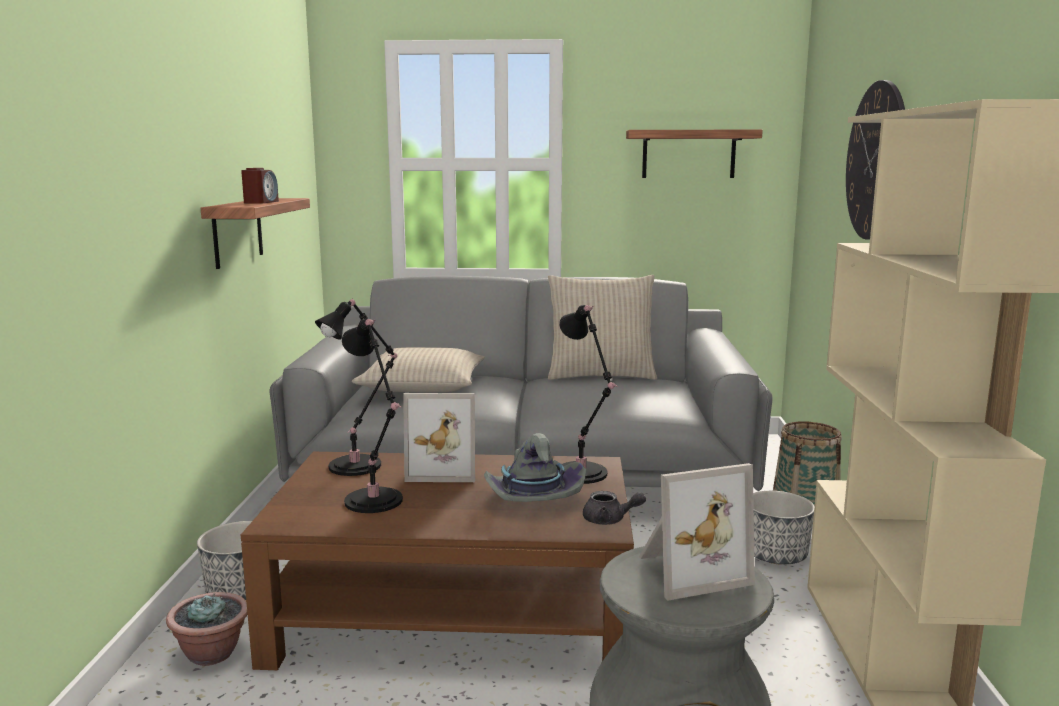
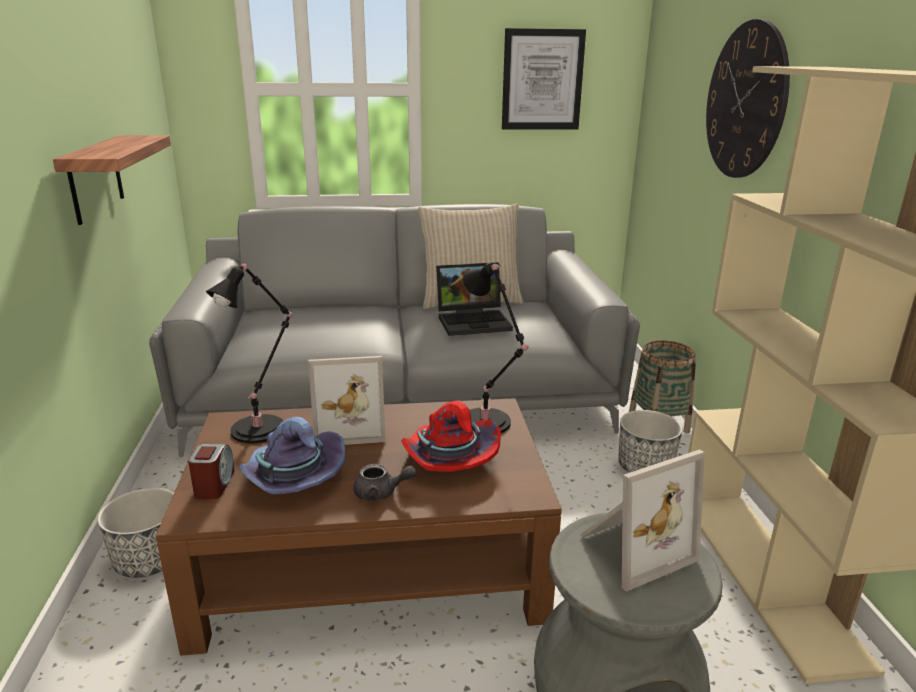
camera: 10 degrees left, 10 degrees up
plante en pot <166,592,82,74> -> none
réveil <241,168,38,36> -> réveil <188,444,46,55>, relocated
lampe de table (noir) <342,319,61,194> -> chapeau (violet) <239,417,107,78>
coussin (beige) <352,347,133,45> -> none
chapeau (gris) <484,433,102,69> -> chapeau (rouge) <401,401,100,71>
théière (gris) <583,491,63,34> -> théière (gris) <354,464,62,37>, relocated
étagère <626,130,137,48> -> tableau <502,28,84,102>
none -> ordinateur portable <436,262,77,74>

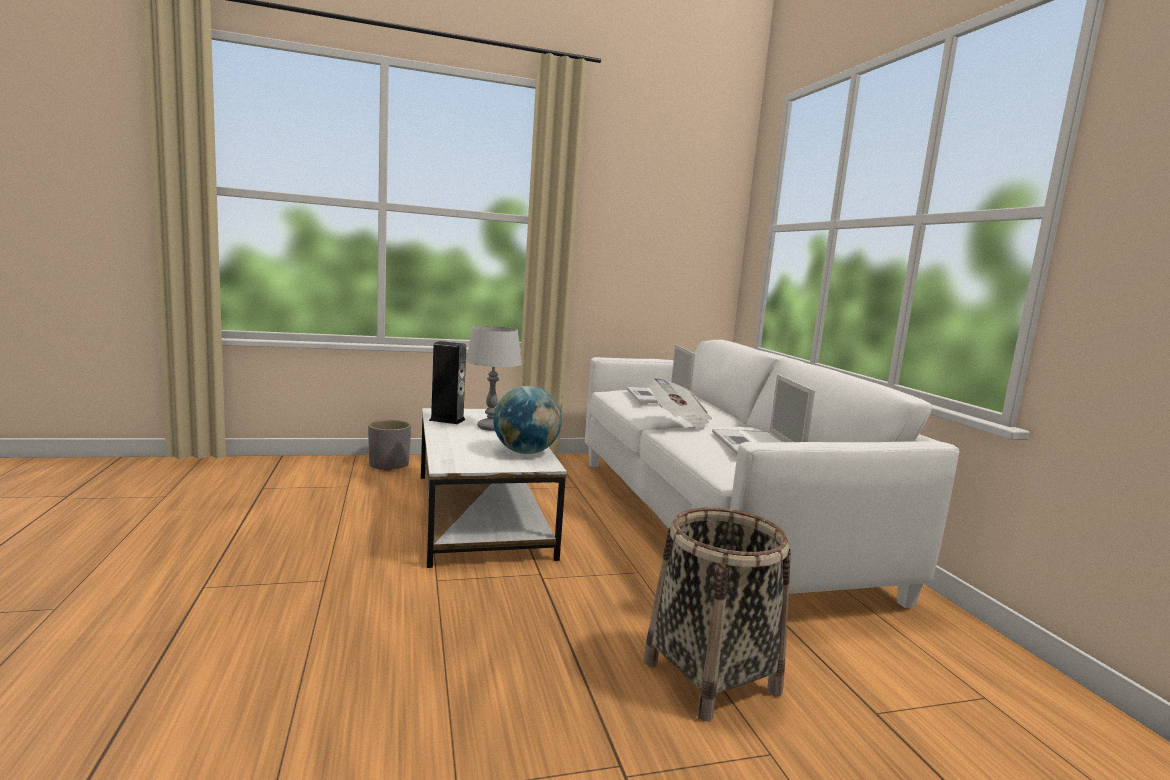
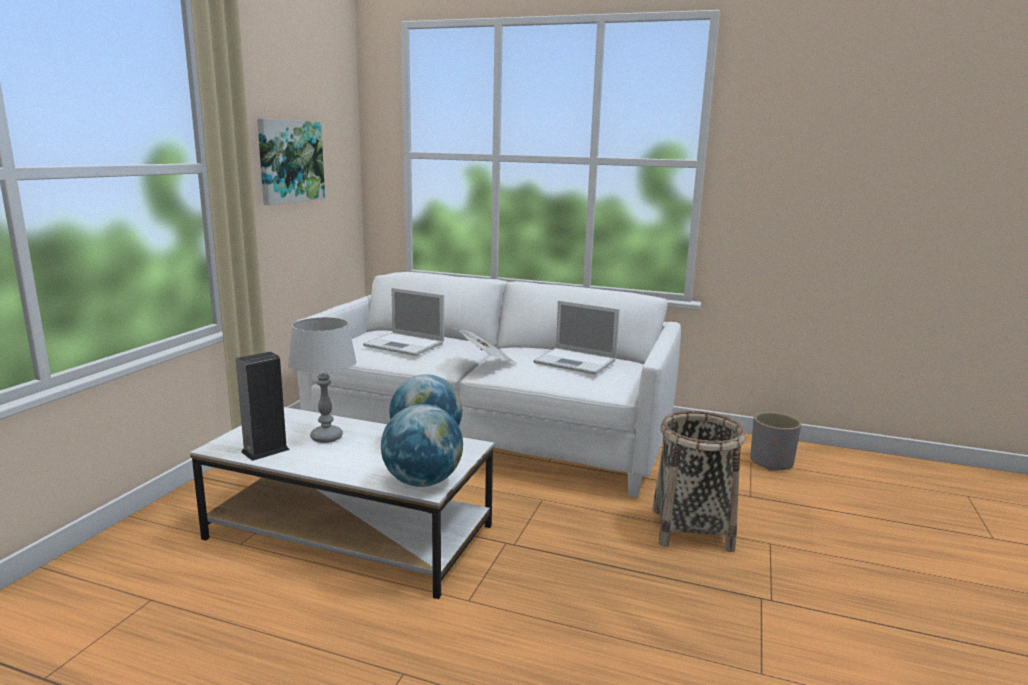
camera: 55 degrees left, 5 degrees up
cache-pot (gris) <368,419,43,53> -> cache-pot (gris) <750,412,52,59>, relocated
none -> tableau <257,118,68,87>
none -> globe <381,404,82,83>

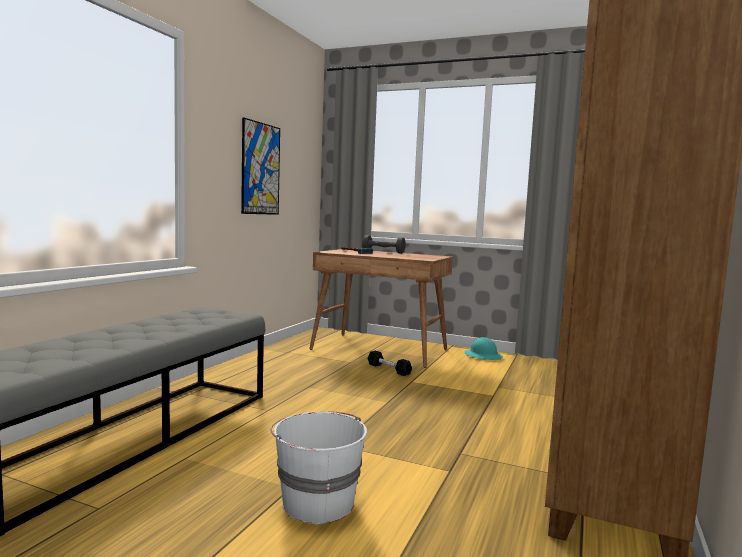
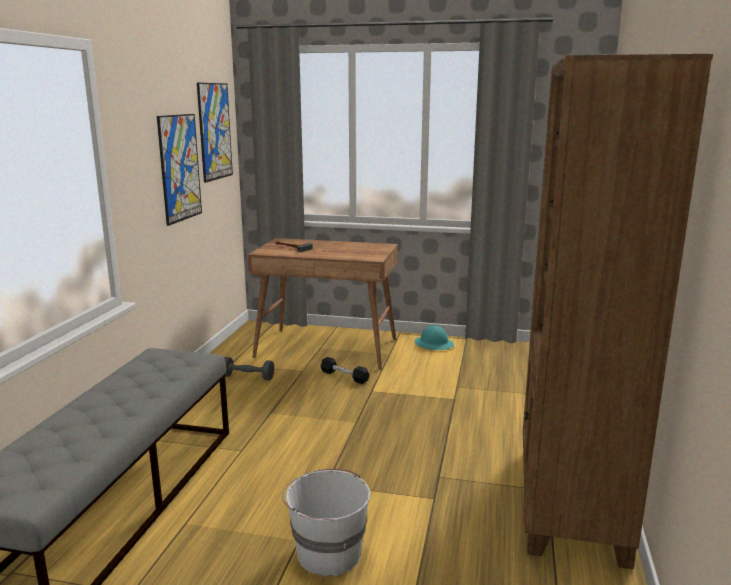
camera: 10 degrees left, 10 degrees up
haltère (gris) <362,235,44,19> -> haltère (gris) <224,357,50,23>, relocated
none -> tableau <197,83,36,100>

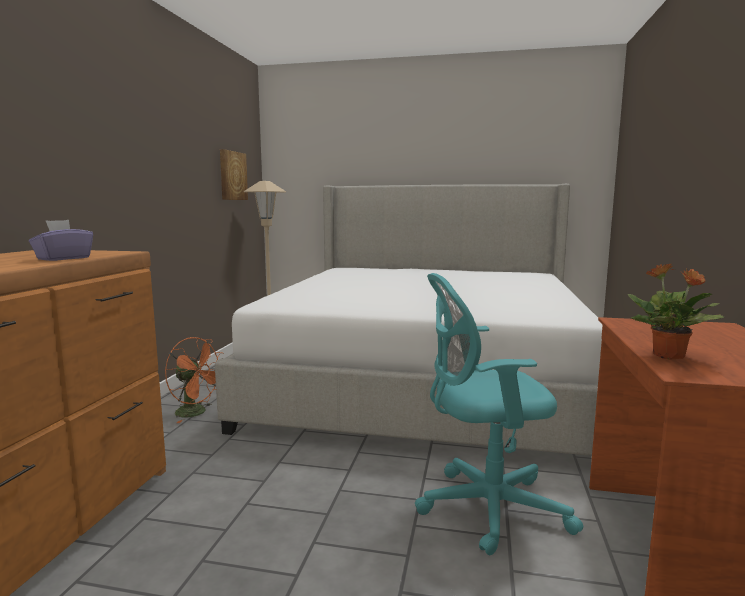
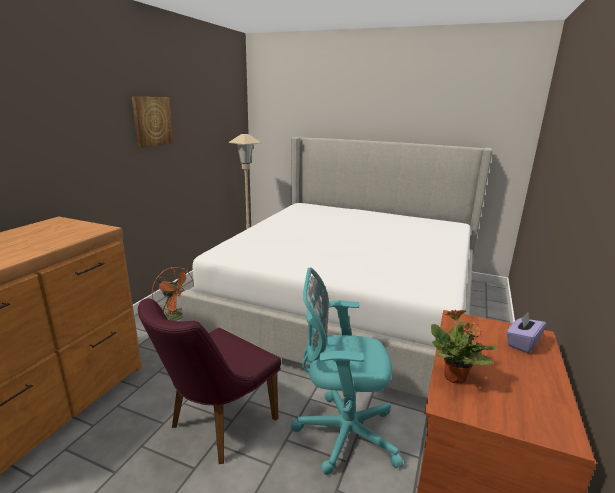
camera: 10 degrees right, 10 degrees up
boîte à mouchoirs (violet) <29,220,64,41> -> boîte à mouchoirs (violet) <506,312,40,41>, relocated
tableau <220,149,28,51> -> tableau <132,97,41,50>, relocated
none -> chaise (violet) <138,298,143,166>

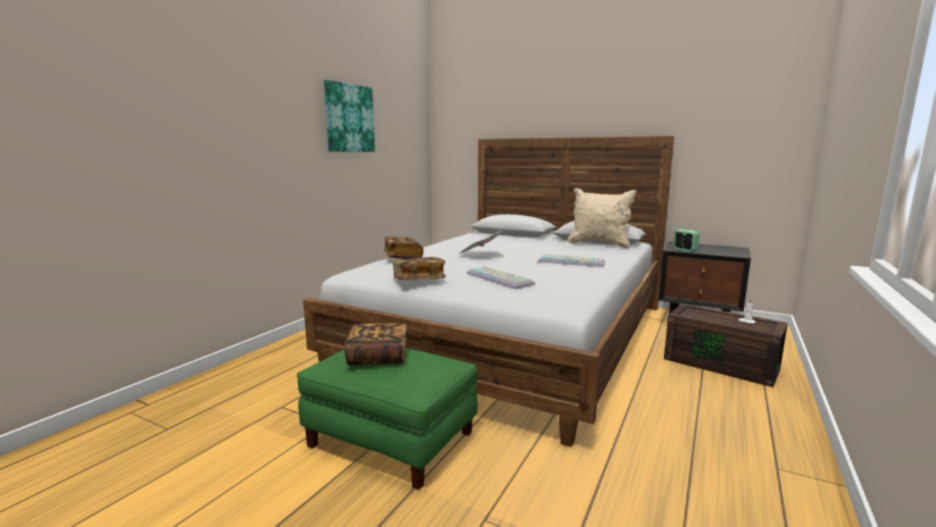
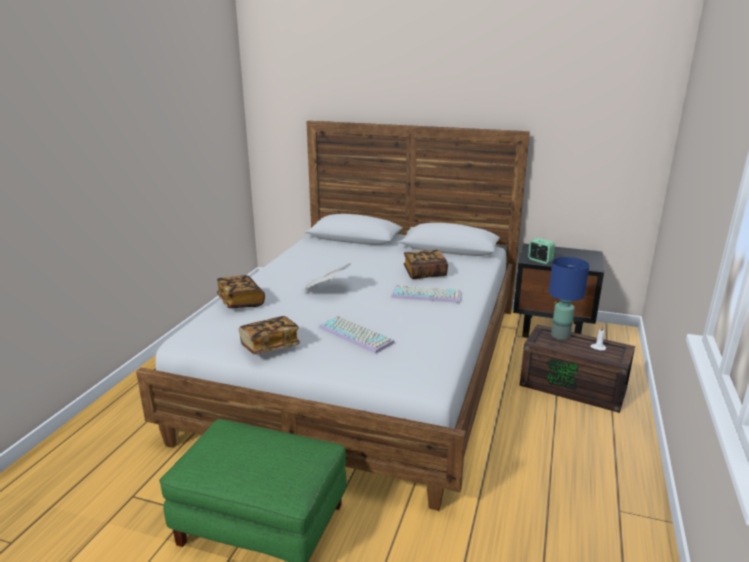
camera: 10 degrees left, 10 degrees up
tableau <324,80,51,72> -> none
livre <344,323,64,42> -> livre <404,250,44,29>, relocated
coussin (beige) <567,188,69,61> -> none
none -> lampe de table (bleu) <549,257,40,83>

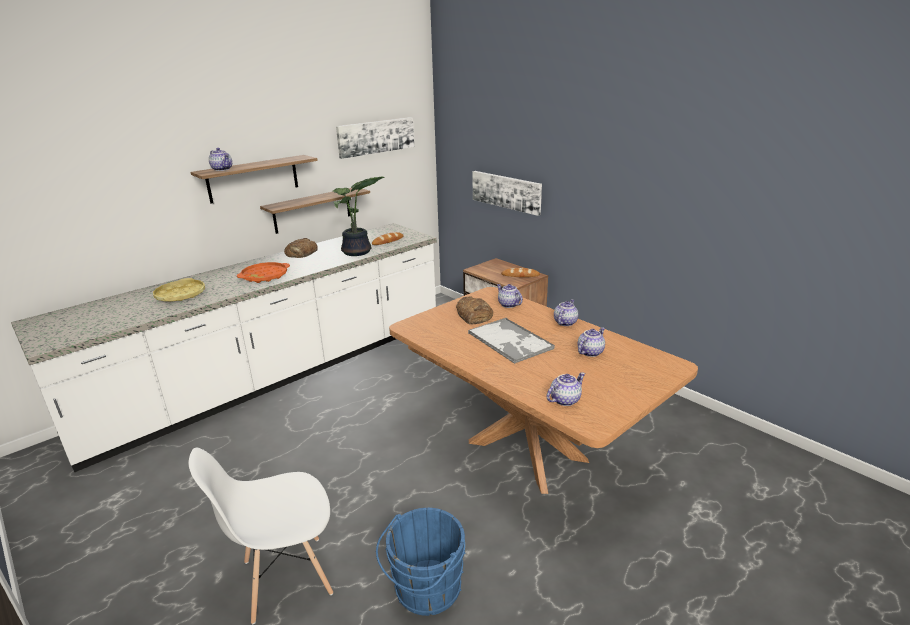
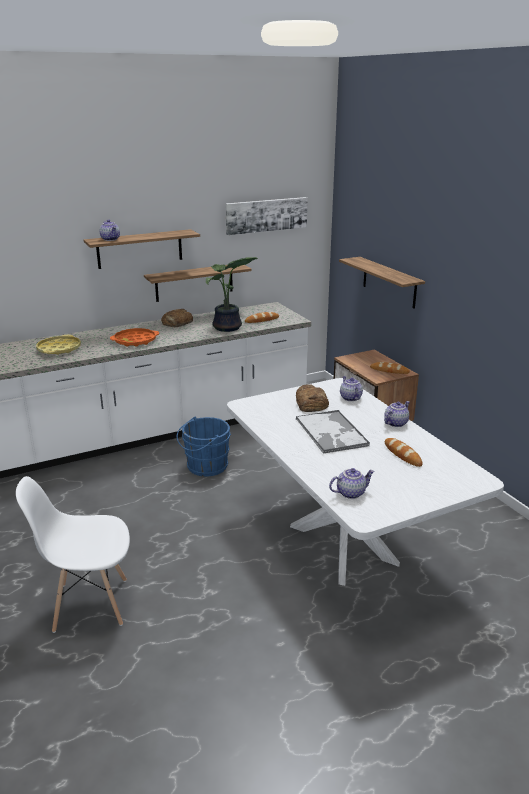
camera: 15 degrees right, 0 degrees up
seau (bleu) <376,508,89,108> -> seau (bleu) <177,416,54,61>, relocated
table à manger (marron) <389,287,309,207> -> table à manger (blanc) <227,378,277,208>
tableau <472,171,70,45> -> étagère <339,257,86,51>
théière <578,327,27,30> -> pain <385,438,38,29>

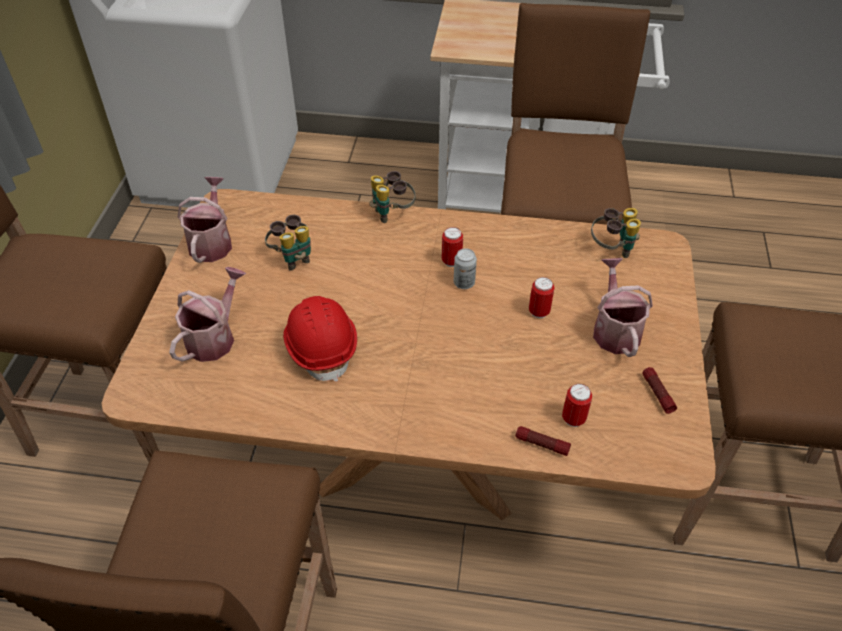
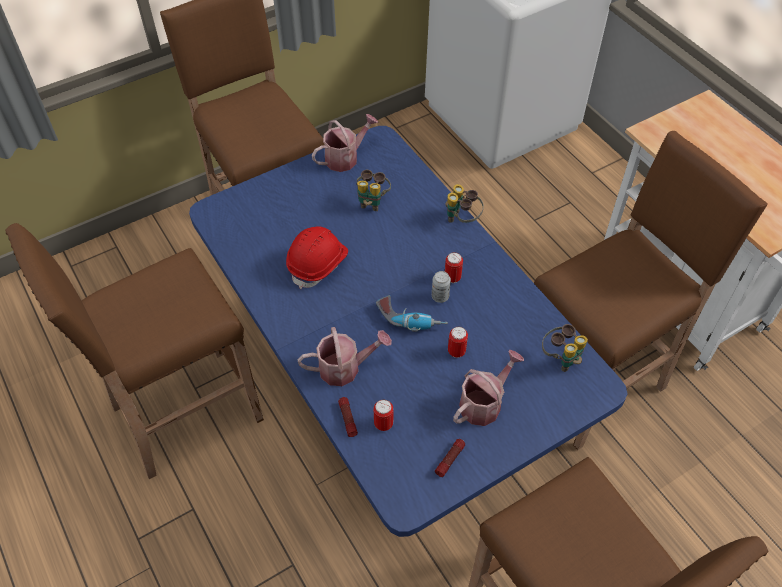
camera: 50 degrees right, 5 degrees up
table à manger (marron) <101,189,615,331> -> table à manger (bleu) <189,126,439,411>
arrosoir <169,267,77,95> -> arrosoir <297,327,95,59>, relocated
none -> perceuse <376,295,72,37>

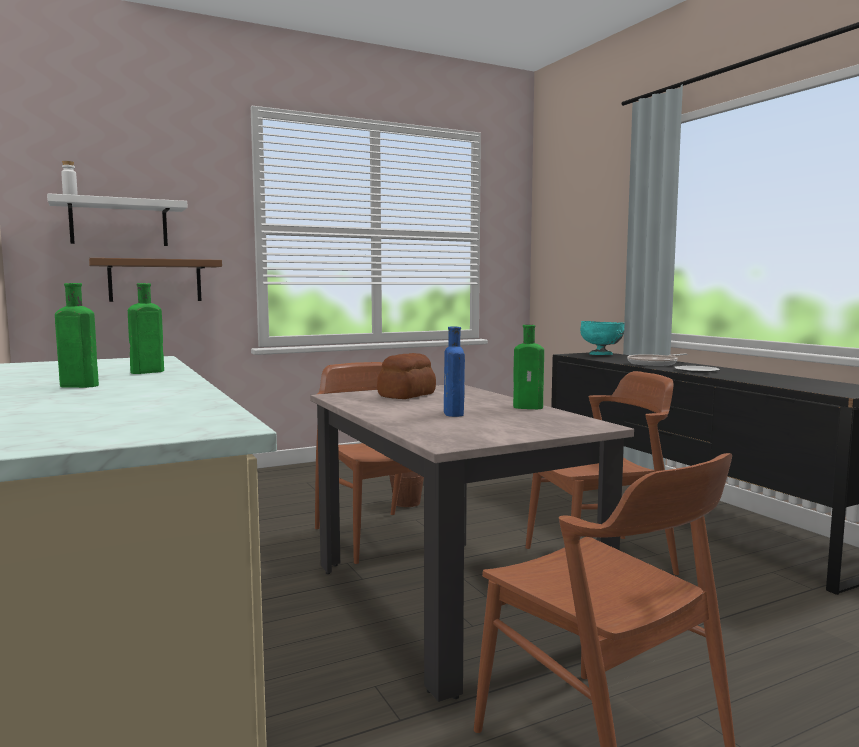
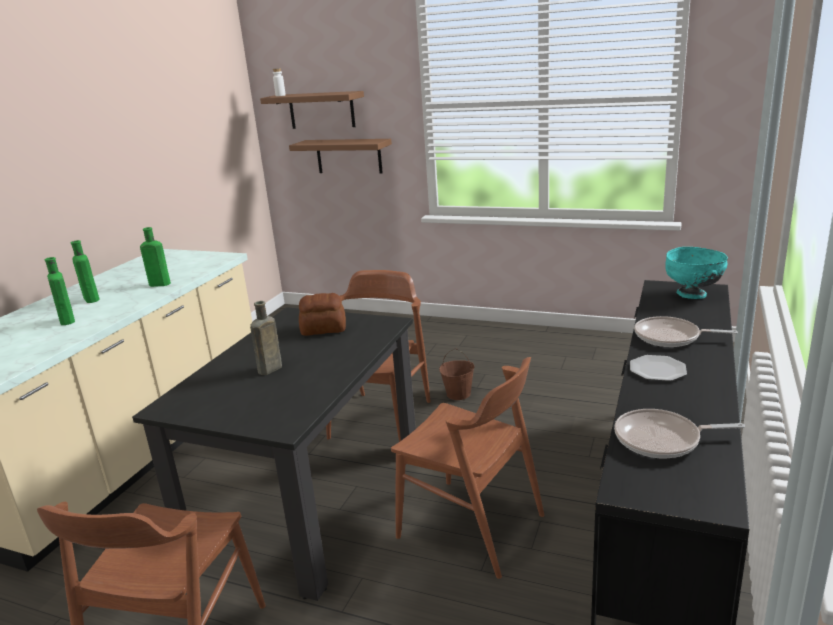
camera: 50 degrees right, 15 degrees up
étagère (blanc) <47,193,141,53> -> étagère (marron) <260,91,104,38>
table à manger (beige) <310,385,324,317> -> table à manger (noir) <132,307,284,294>
bouteille (bleu) <444,326,21,91> -> bouteille (marron) <250,301,32,74>
bouteille (vert) <513,325,31,84> -> bouteille (vert) <44,257,31,68>, relocated
none -> poêle <614,409,131,49>

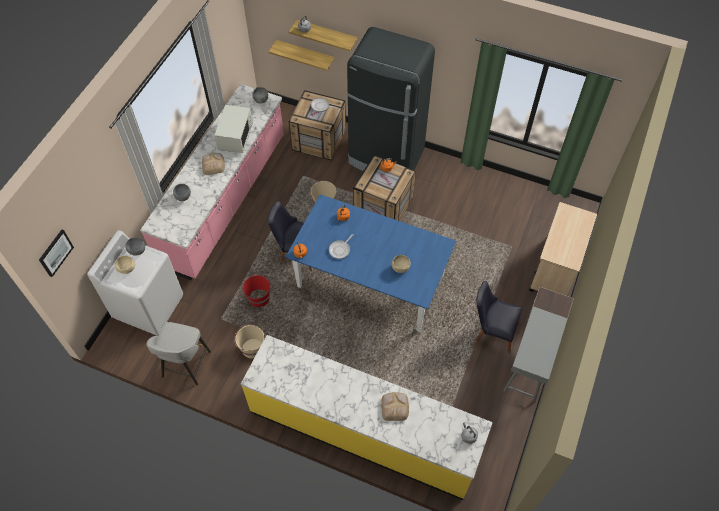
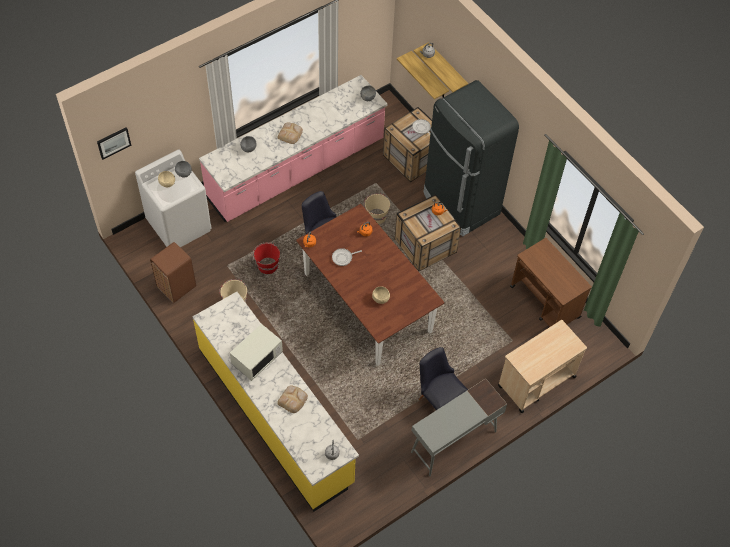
camera: 30 degrees right, 0 degrees up
tabouret (gris) <146,322,65,63> -> poubelle (marron) <150,242,46,61>
micro-ondes (blanc) <214,105,39,48> -> micro-ondes (blanc) <230,324,53,57>, relocated
table à manger (bleu) <286,194,170,138> -> table à manger (marron) <296,204,148,162>
none -> chariot (marron) <510,238,82,89>

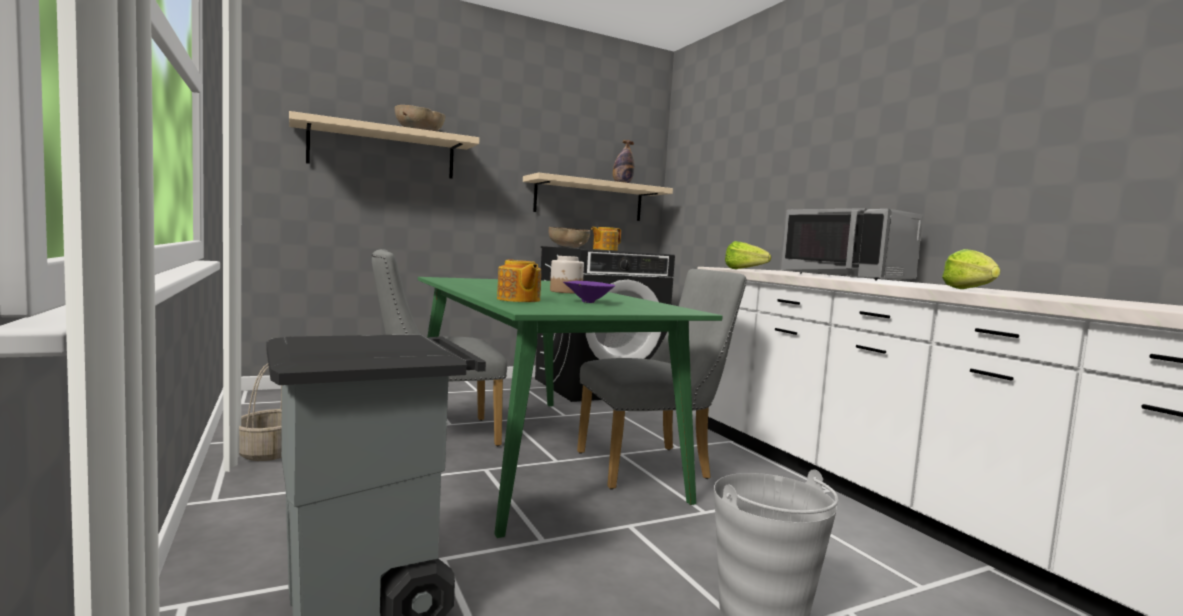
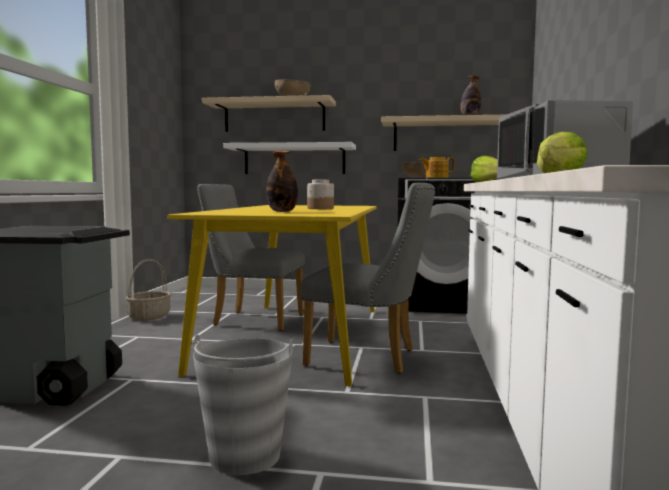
camera: 35 degrees right, 0 degrees up
table à manger (vert) <418,277,305,261> -> table à manger (jaune) <168,205,209,181>
théière <497,259,44,43> -> none
bol (violet) <563,281,52,22> -> bouteille <266,150,32,62>
none -> étagère (blanc) <223,142,133,32>

